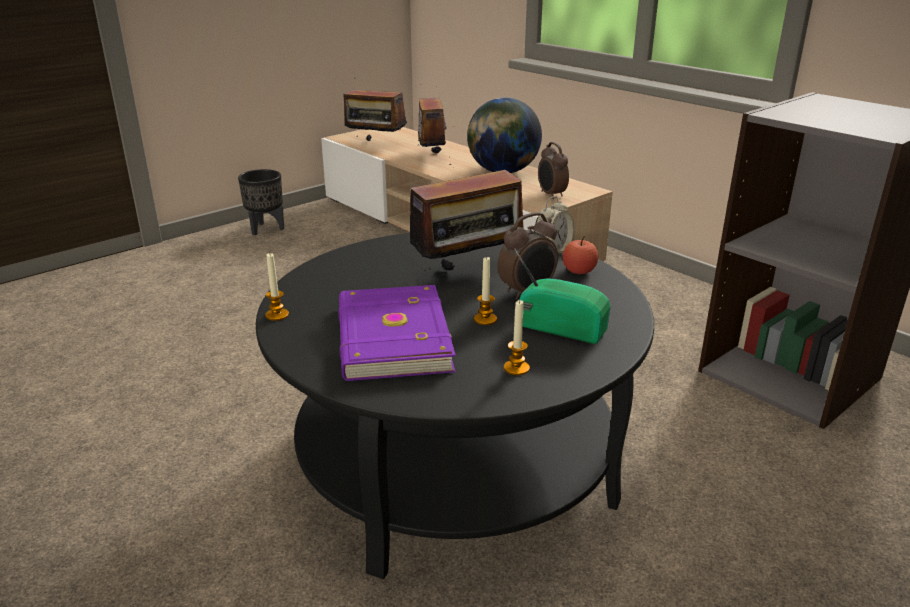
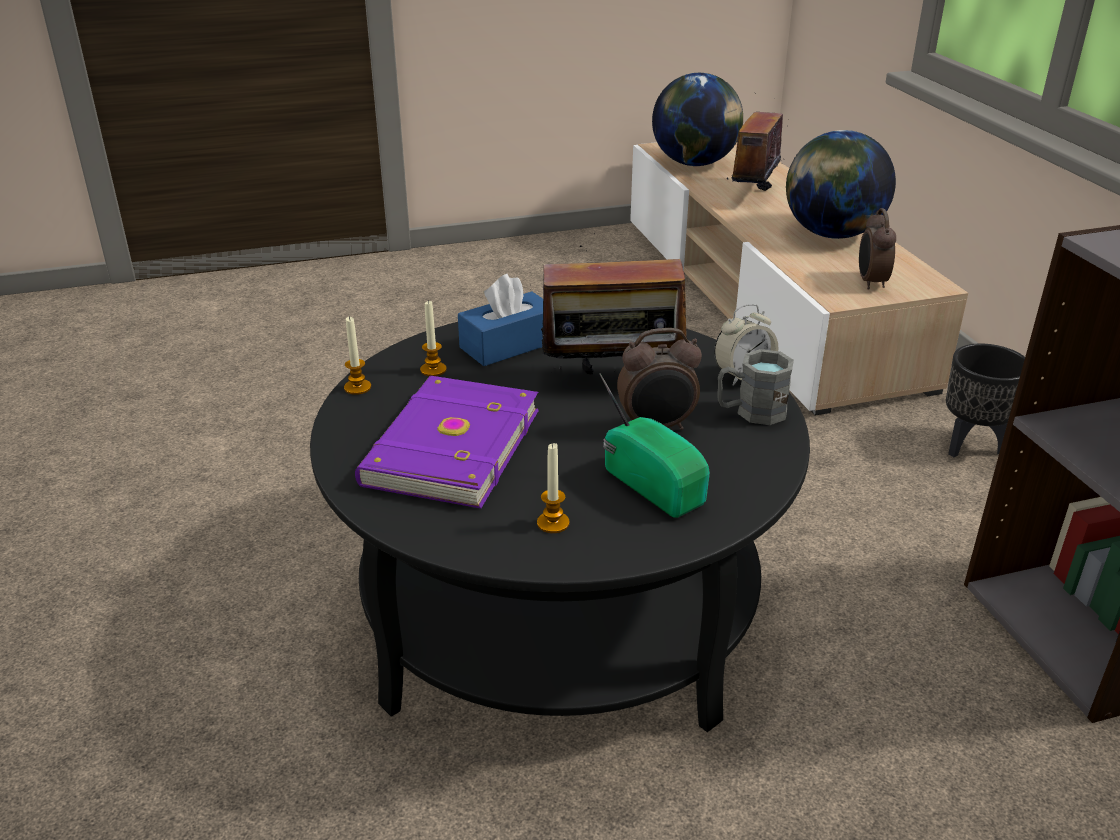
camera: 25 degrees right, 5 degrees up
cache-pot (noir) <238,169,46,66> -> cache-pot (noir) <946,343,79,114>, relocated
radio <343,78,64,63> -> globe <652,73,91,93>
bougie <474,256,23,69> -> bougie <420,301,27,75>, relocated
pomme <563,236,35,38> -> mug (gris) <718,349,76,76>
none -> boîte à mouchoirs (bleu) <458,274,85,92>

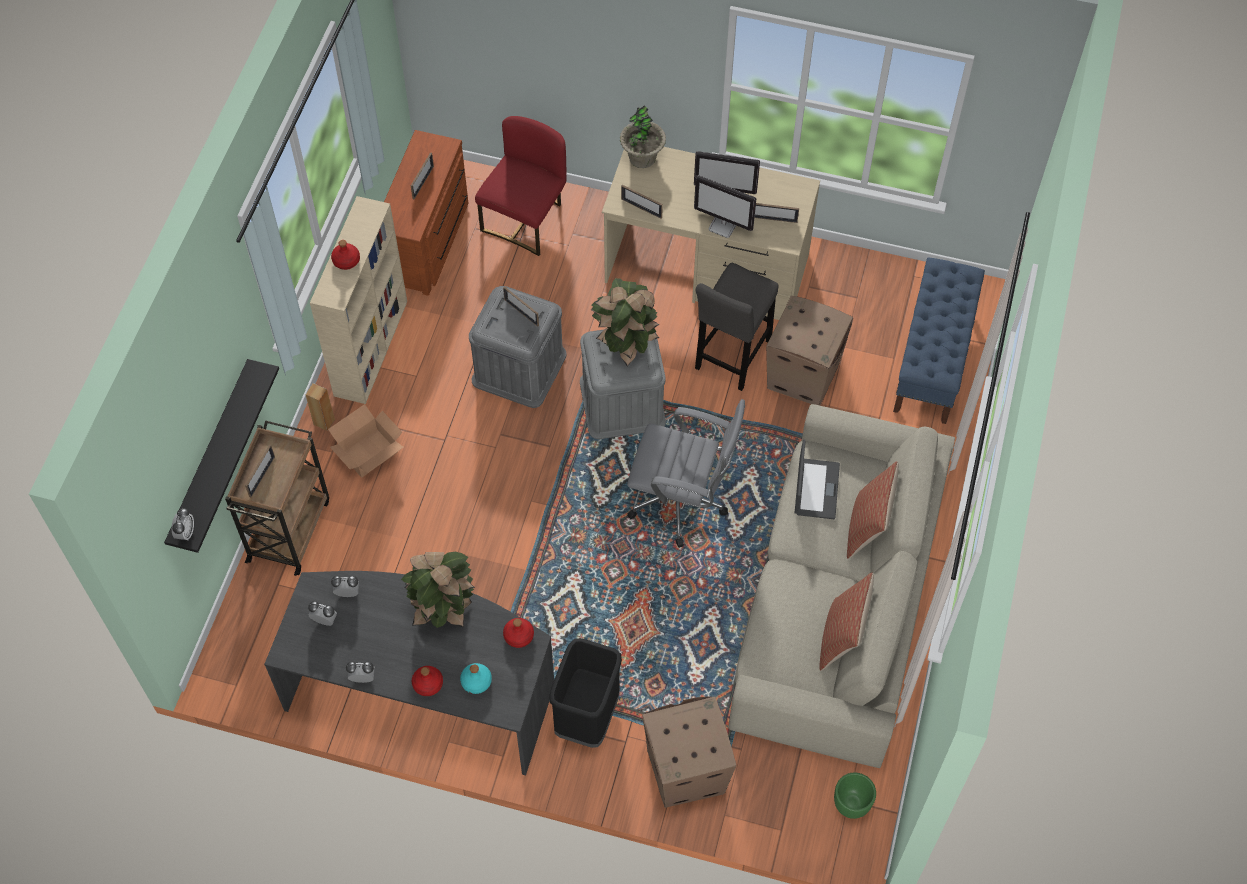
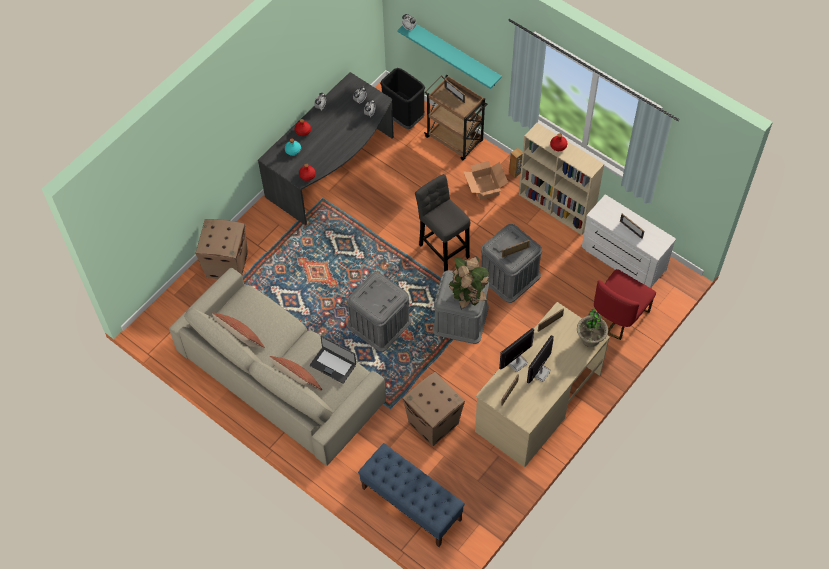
camera: 115 degrees right, 0 degrees up
étagère (noir) <164,359,115,194> -> étagère (turquoise) <397,24,105,65>
commode (marron) <384,130,85,166> -> commode (blanc) <582,194,94,94>
plante en pot <401,552,74,76> -> none
chaise (rouge) <475,116,92,140> -> chaise (rouge) <594,269,62,71>, 75 degrees clockwise
poubelle (noir) <549,638,73,110> -> poubelle (noir) <380,68,45,61>, relocated
chaise de bureau (gris) <627,399,118,149> -> boîte de rangement (gris) <347,272,65,80>
tabouret (gris) <695,263,83,128> -> tabouret (gris) <415,174,55,98>, relocated
cache-pot (vert) <834,772,42,47> -> none

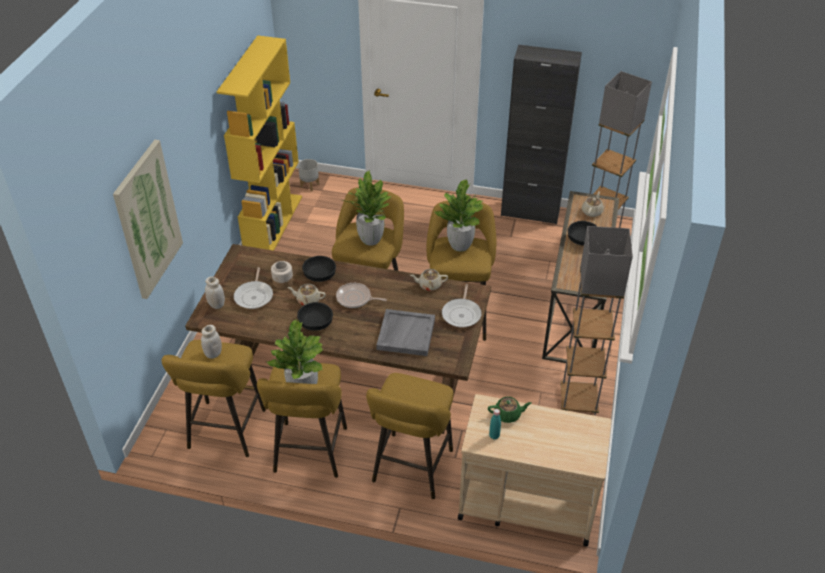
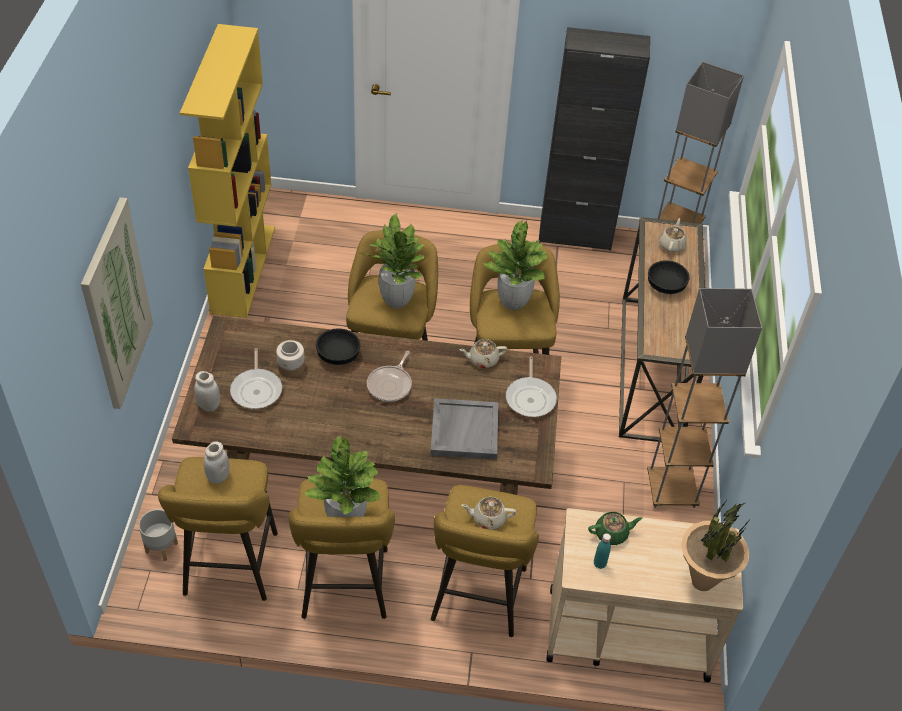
camera: 10 degrees left, 5 degrees up
théière (beige) <288,284,38,21> -> théière (beige) <462,497,54,33>, relocated
bol (noir) <297,302,36,29> -> none
cache-pot (gris) <298,159,21,32> -> cache-pot (gris) <139,509,39,52>, relocated
poêle <336,283,51,25> -> poêle <367,351,45,51>, 75 degrees counterclockwise
none -> plante en pot <681,501,70,90>

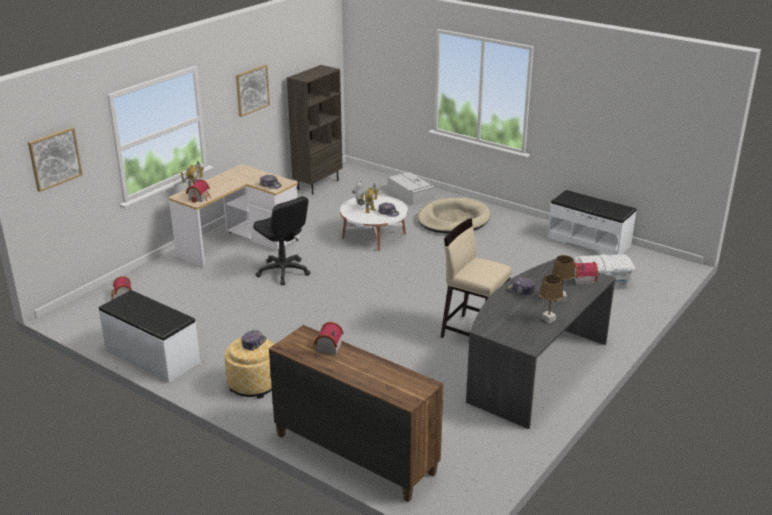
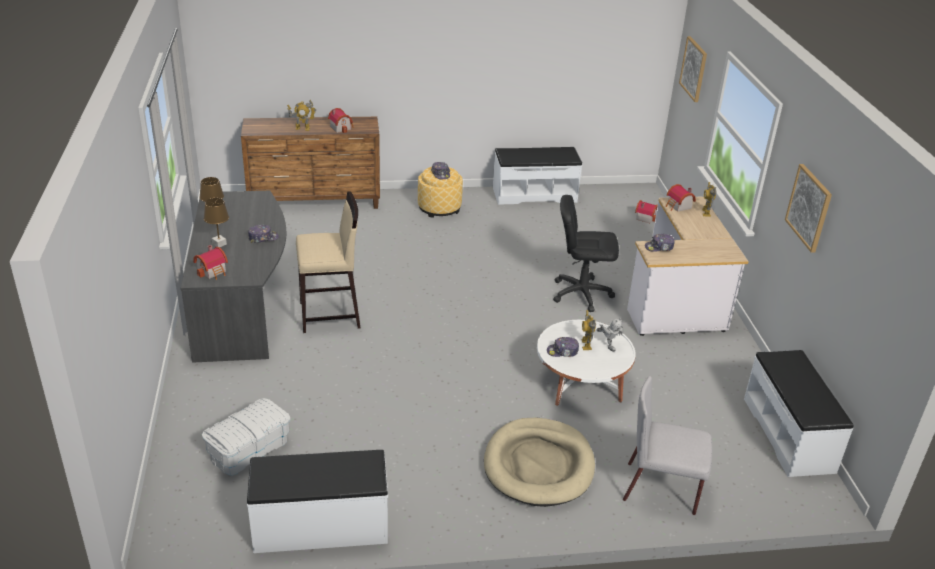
camera: 135 degrees right, 5 degrees up
bibliothèque (marron) <287,65,55,129> -> banc (blanc) <744,350,110,127>
boîte de rangement (gris) <388,172,46,33> -> chaise (gris) <623,376,89,139>
none -> robot jouet <287,100,29,31>

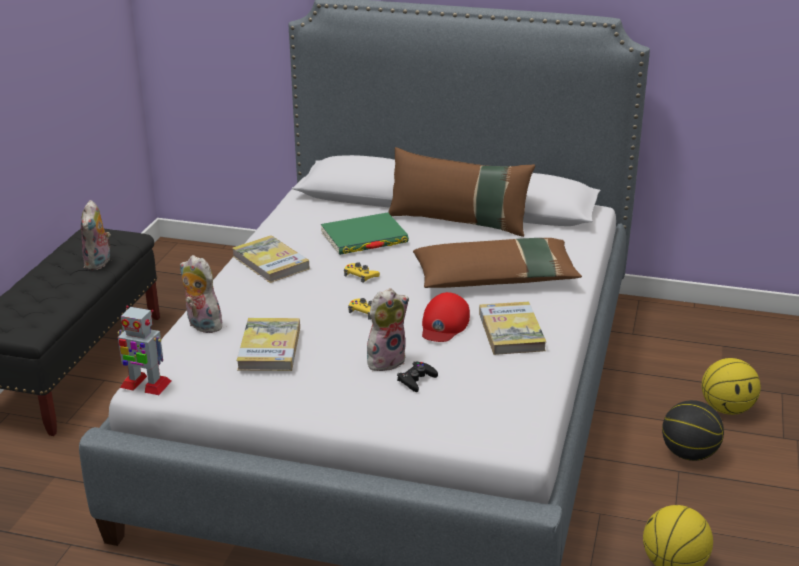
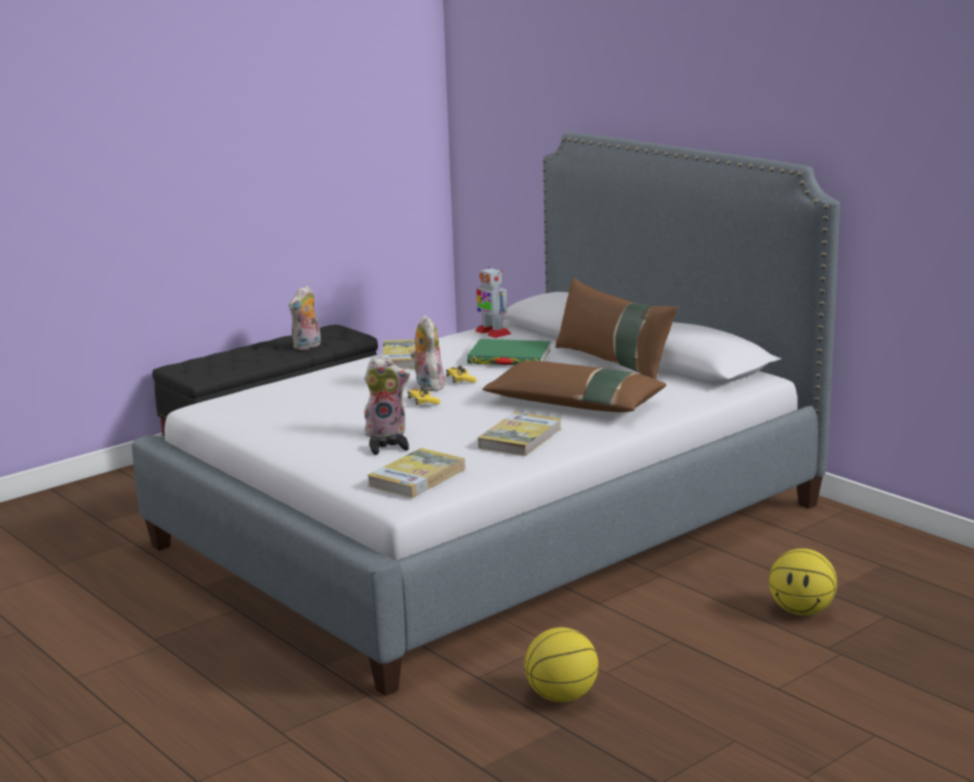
camera: 35 degrees right, 10 degrees down
robot jouet <118,306,54,89> -> robot jouet <475,267,36,71>, relocated
peluche <180,255,42,78> -> peluche <410,315,34,76>, relocated
livre <236,318,64,53> -> livre <367,448,98,50>, relocated
casquette (rouge) <422,292,48,50> -> none
ballon de basket <662,400,62,61> -> none

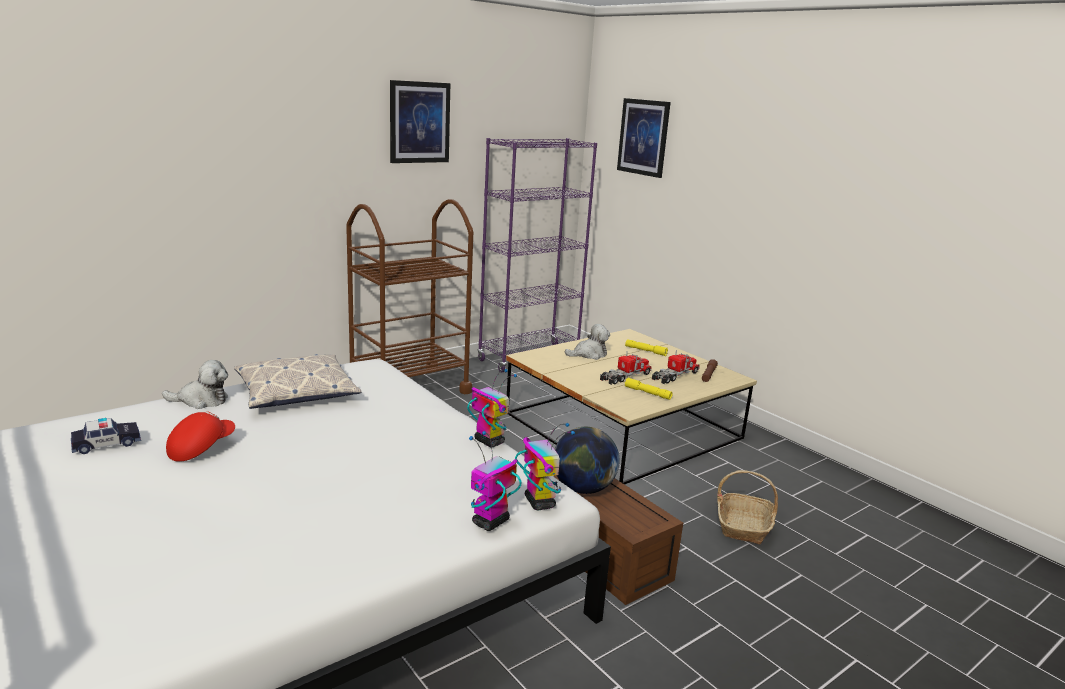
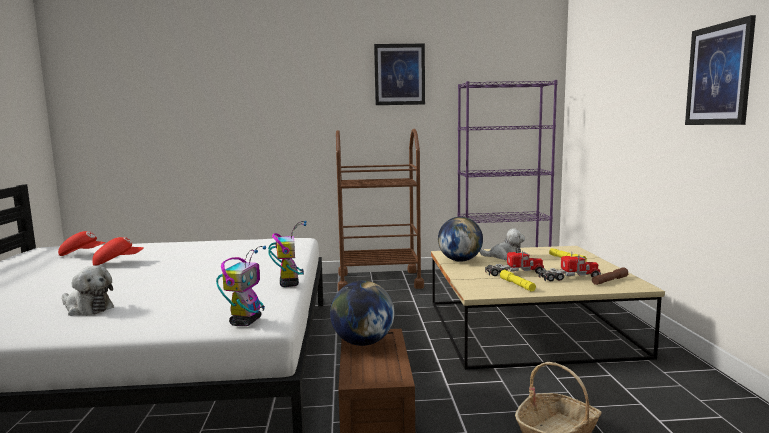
camera: 35 degrees right, 10 degrees down
petite voiture <71,418,70,36> -> casquette (rouge) <58,231,48,25>
peluche <162,360,66,49> -> peluche <62,266,52,50>, relocated
coussin <234,354,128,55> -> none
robot jouet <469,431,53,100> -> none
tableau <617,98,54,80> -> tableau <685,15,71,110>, relocated
none -> globe <438,217,45,45>

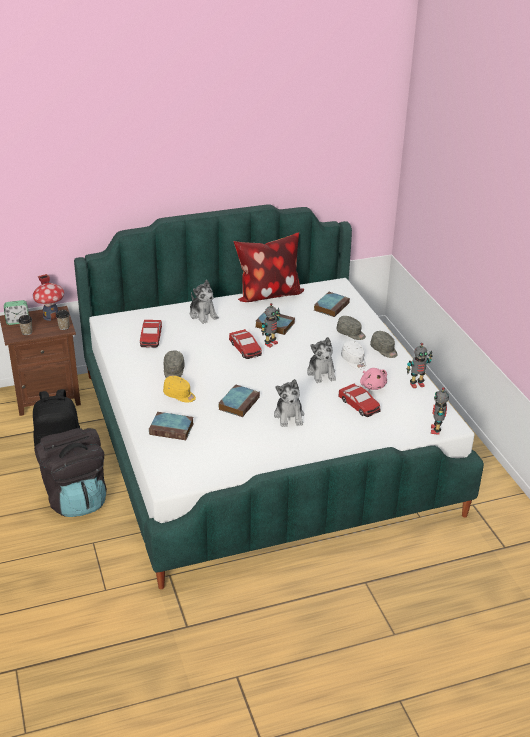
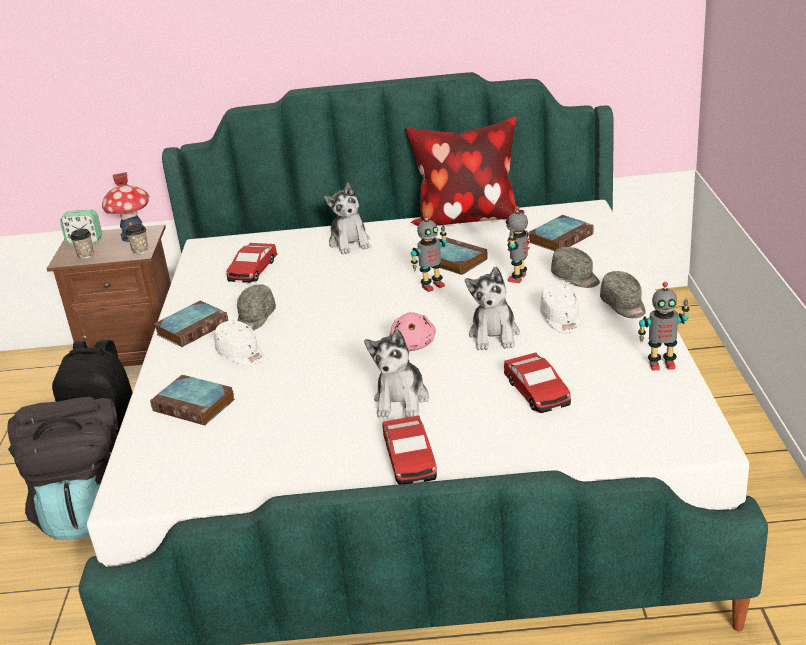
camera: 20 degrees right, 5 degrees down
casquette (jaune) <163,376,33,26> -> casquette (blanc) <215,321,49,45>
livre <218,384,42,33> -> livre <154,301,74,46>, relocated
petite voiture <229,329,33,30> -> petite voiture <382,415,55,69>, relocated
peluche (rose) <360,368,27,22> -> peluche (rose) <390,312,46,39>, relocated
robot jouet <431,387,18,48> -> robot jouet <506,206,24,77>, relocated

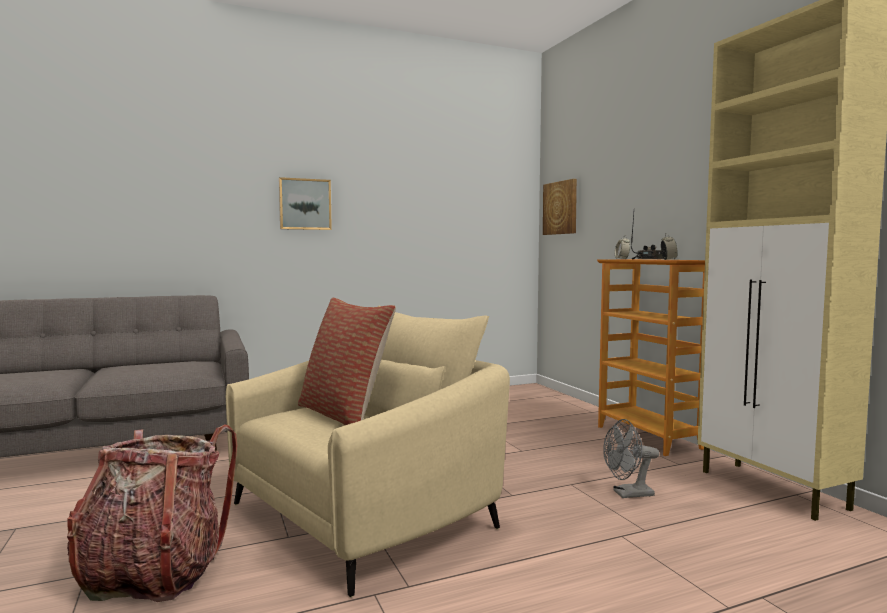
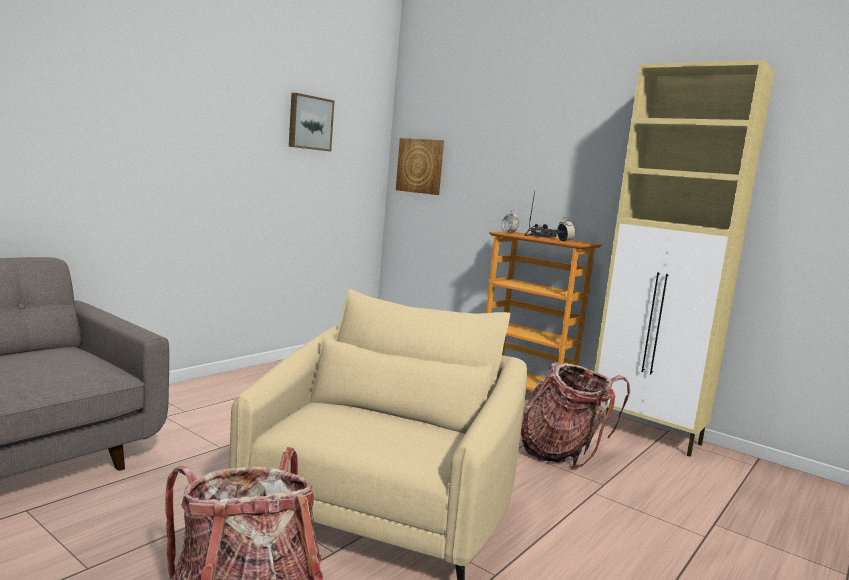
camera: 30 degrees left, 5 degrees up
tableau <279,177,53,53> -> tableau <289,93,45,59>, relocated
coussin <298,297,98,128> -> none
ventilateur (gris) <603,419,56,79> -> sac à dos <520,363,110,106>

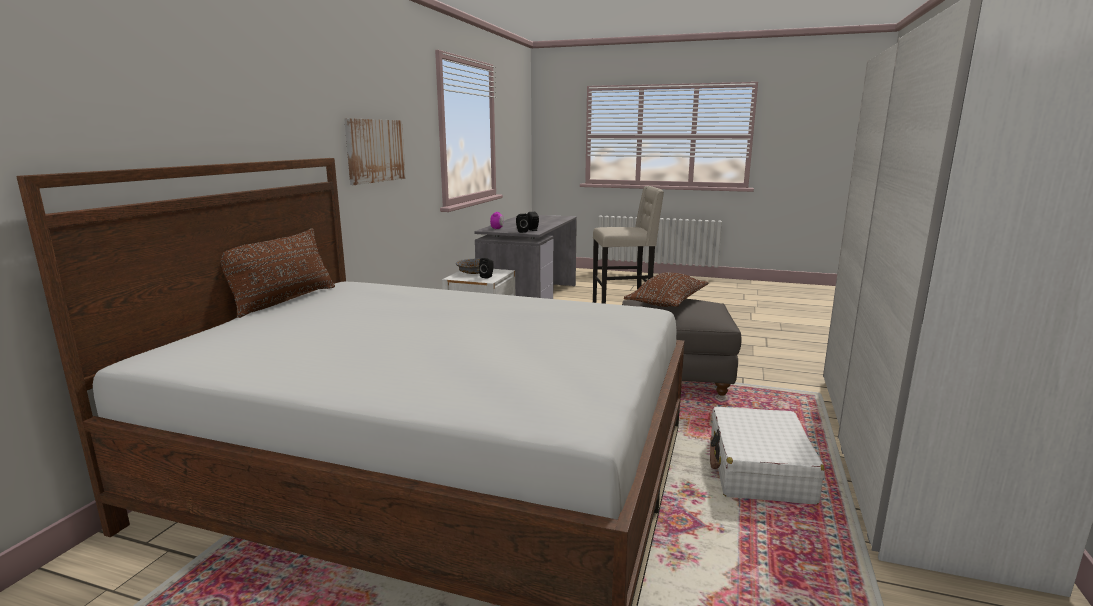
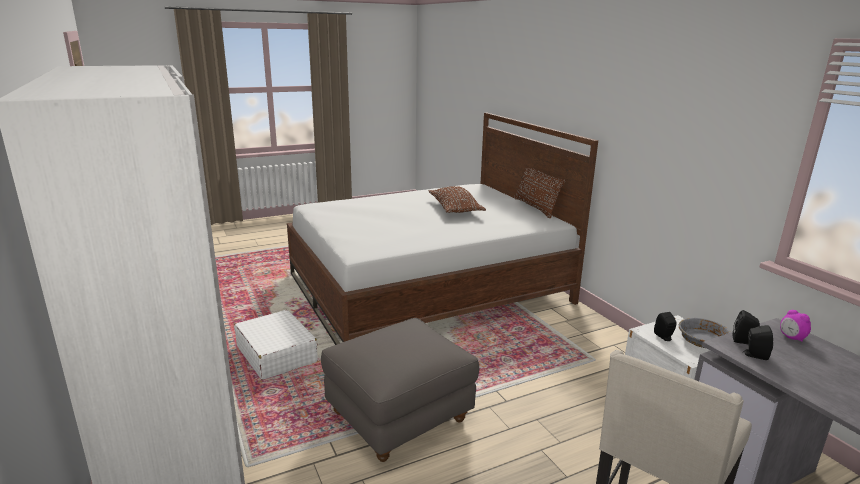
camera: 135 degrees right, 5 degrees up
tableau <344,118,62,67> -> none
coussin (marron) <624,273,85,34> -> coussin (marron) <429,186,57,27>, relocated

